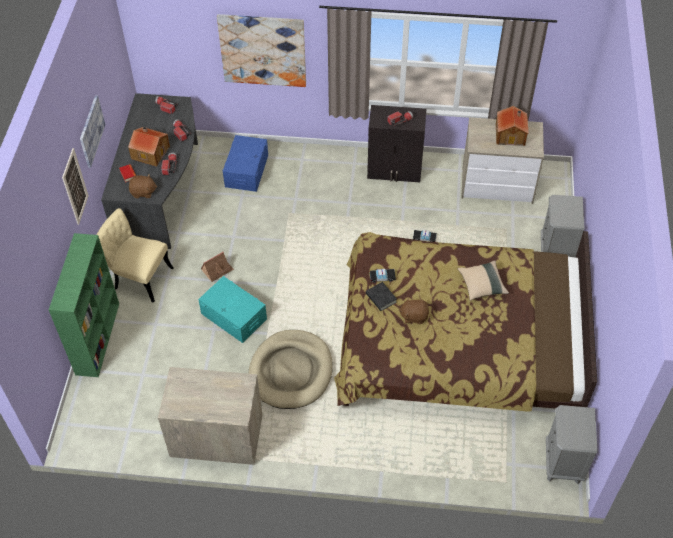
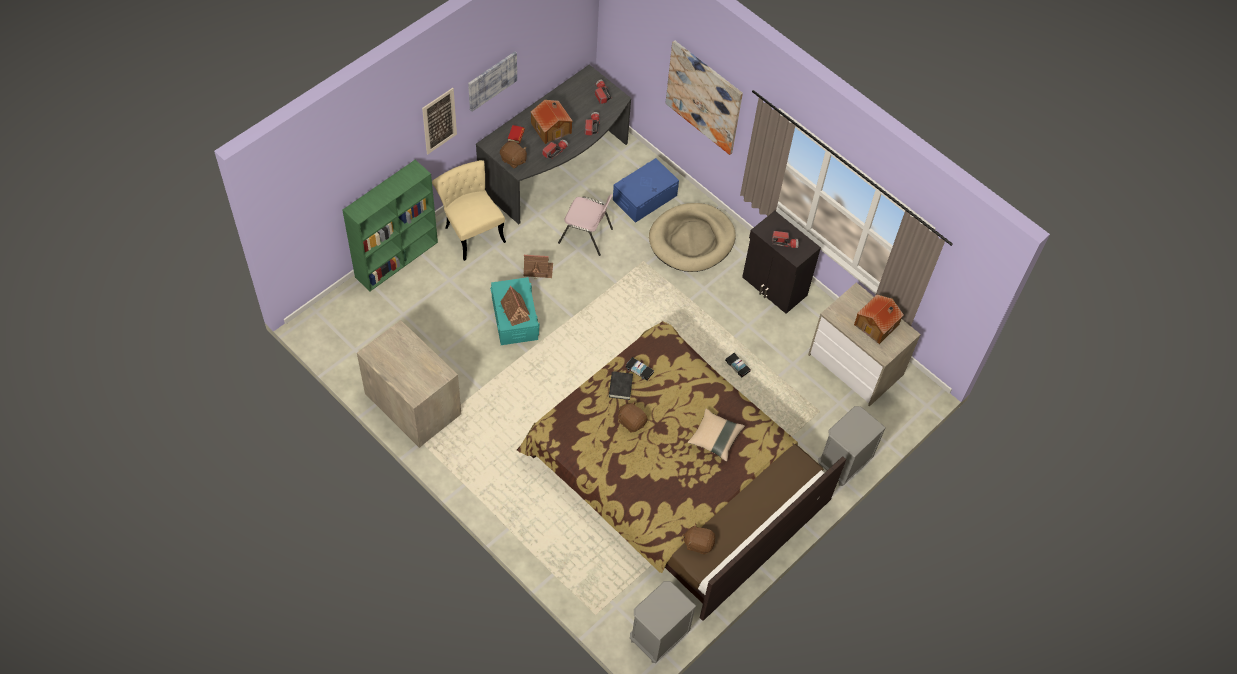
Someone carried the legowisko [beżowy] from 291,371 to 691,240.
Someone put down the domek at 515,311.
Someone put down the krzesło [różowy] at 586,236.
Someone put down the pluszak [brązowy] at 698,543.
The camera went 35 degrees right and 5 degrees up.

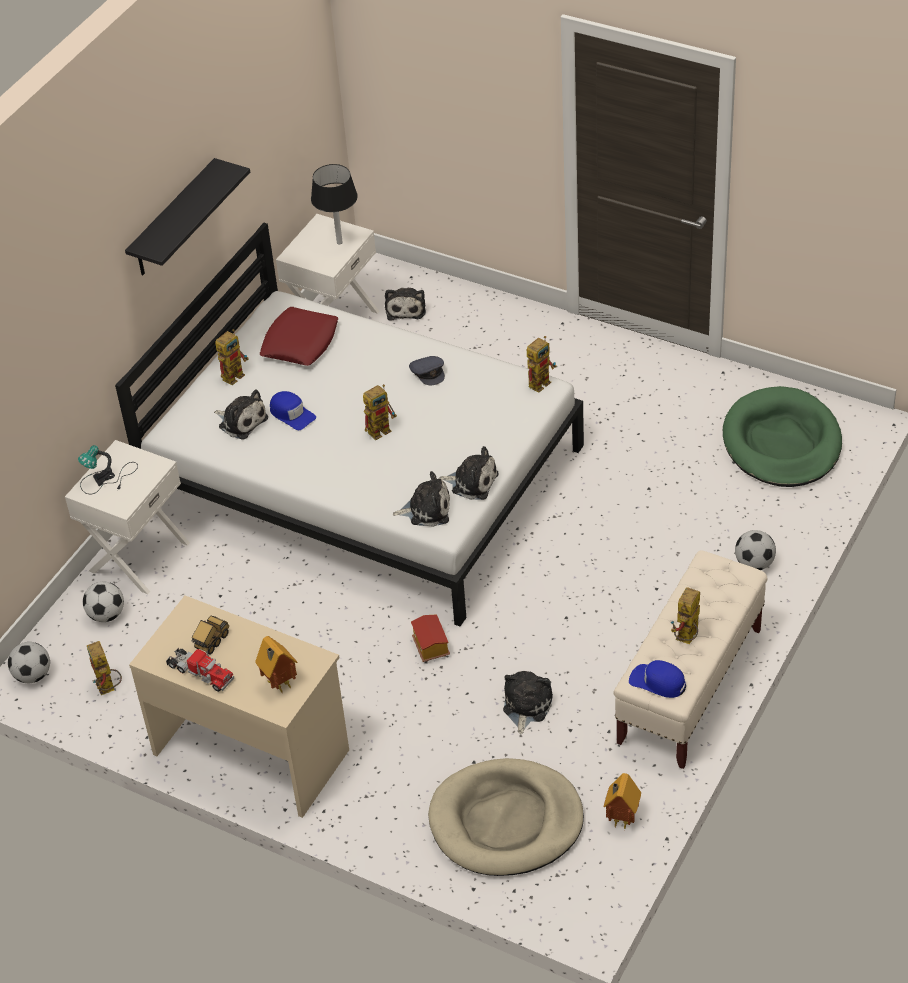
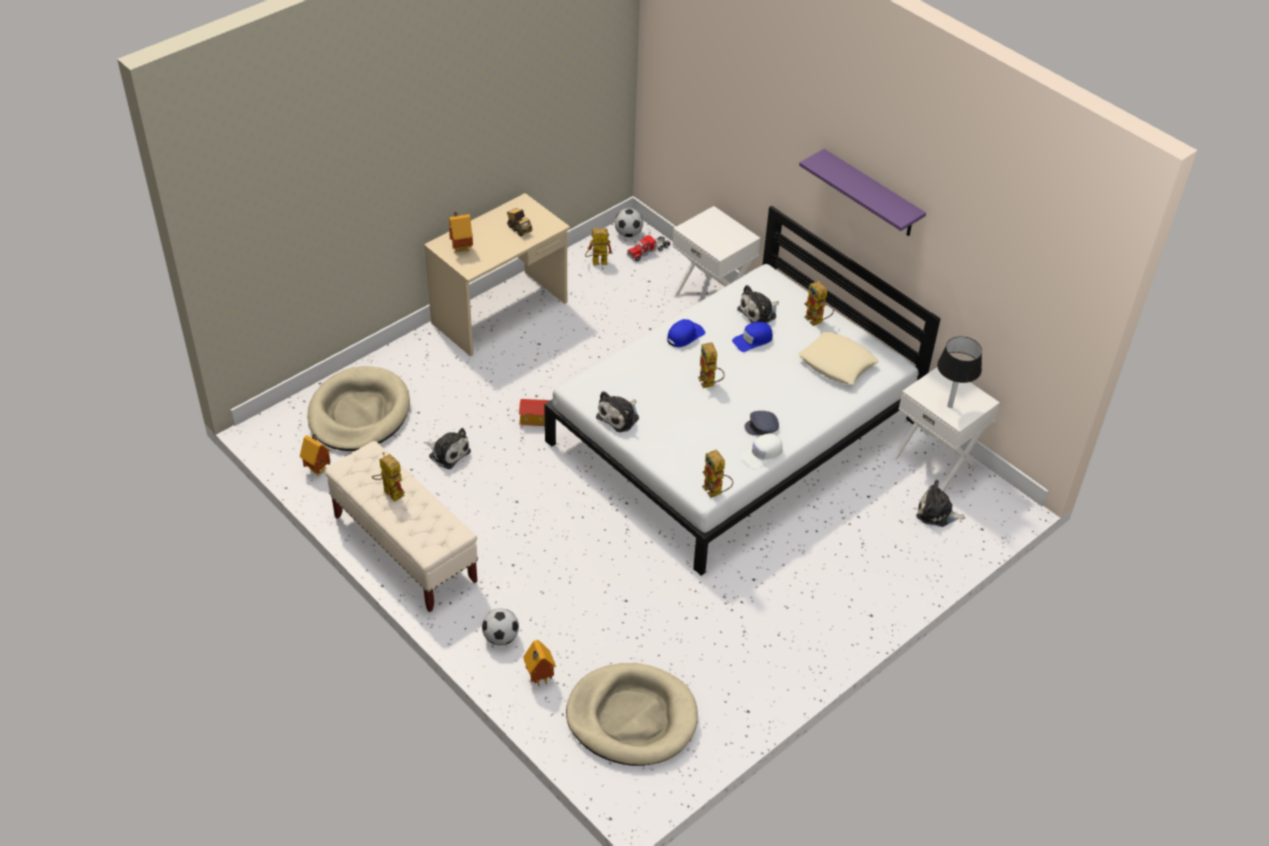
Someone took away the lampa stołowa at 108,479.
Someone took away the piłka futbolowa at 106,615.
Someone repainted the półka [czarny] at 173,220, which became the półka [fioletowy] at 871,194.
Someone carried the ciężarówka zabawkowa from 200,673 to 648,251.
Someone repainted the poduszka [czerwony] at 300,342, which became the poduszka [beżowy] at 837,363.
Someone took away the pluszak at 426,509.
Someone carried the czapka z daszkiem [niebieski] from 657,682 to 685,335.
Someone repainted the legowisko [zielony] at 781,442, which became the legowisko [beżowy] at 632,717.
Someone put down the domek at 538,679.
Someone put down the czapka z daszkiem [biały] at 762,454.
The camera went 105 degrees right and 0 degrees up.

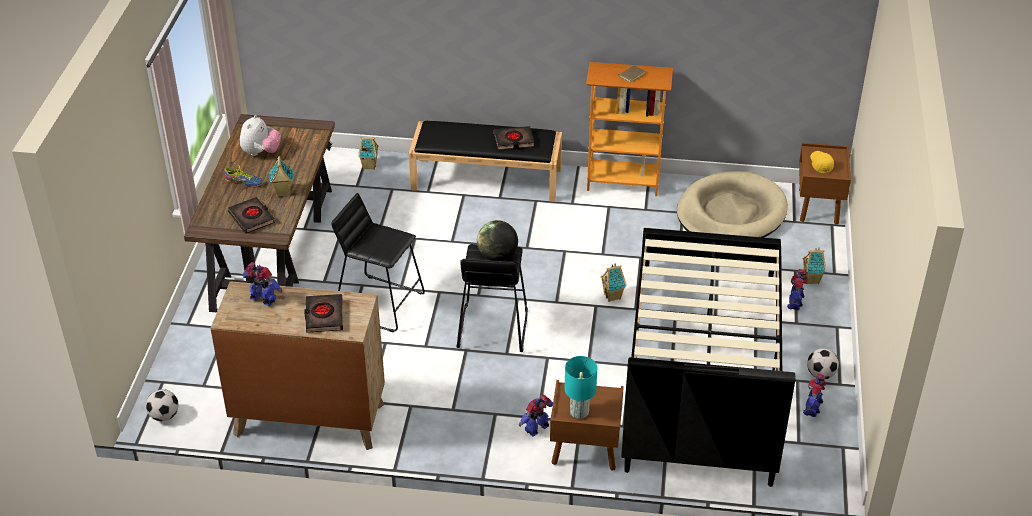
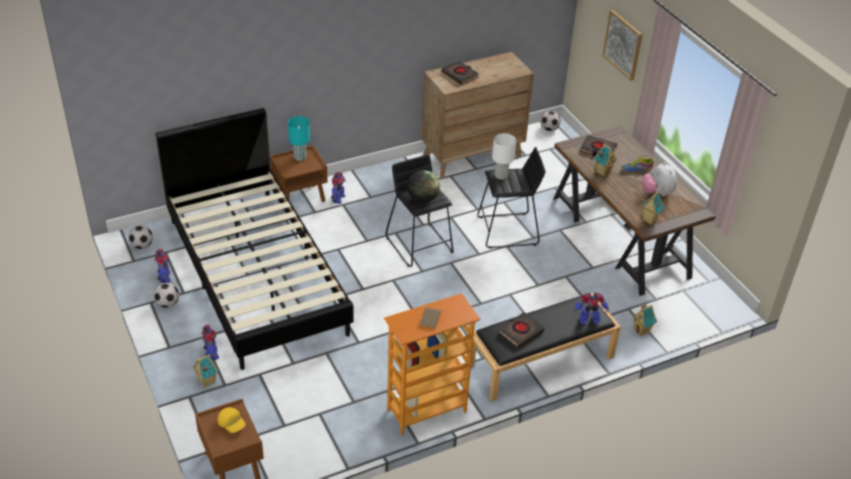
Someone carried the robot zabawkowy from 263,300 to 588,320.
Someone carried the domek from 613,296 to 649,220.
Someone took away the legowisko [beżowy] at 731,213.
Someone put down the piłka futbolowa at 142,245.
Someone put down the lampa stołowa [biały] at 501,175.
Someone put up the obraz at 623,44.
The camera went 145 degrees right and 0 degrees up.

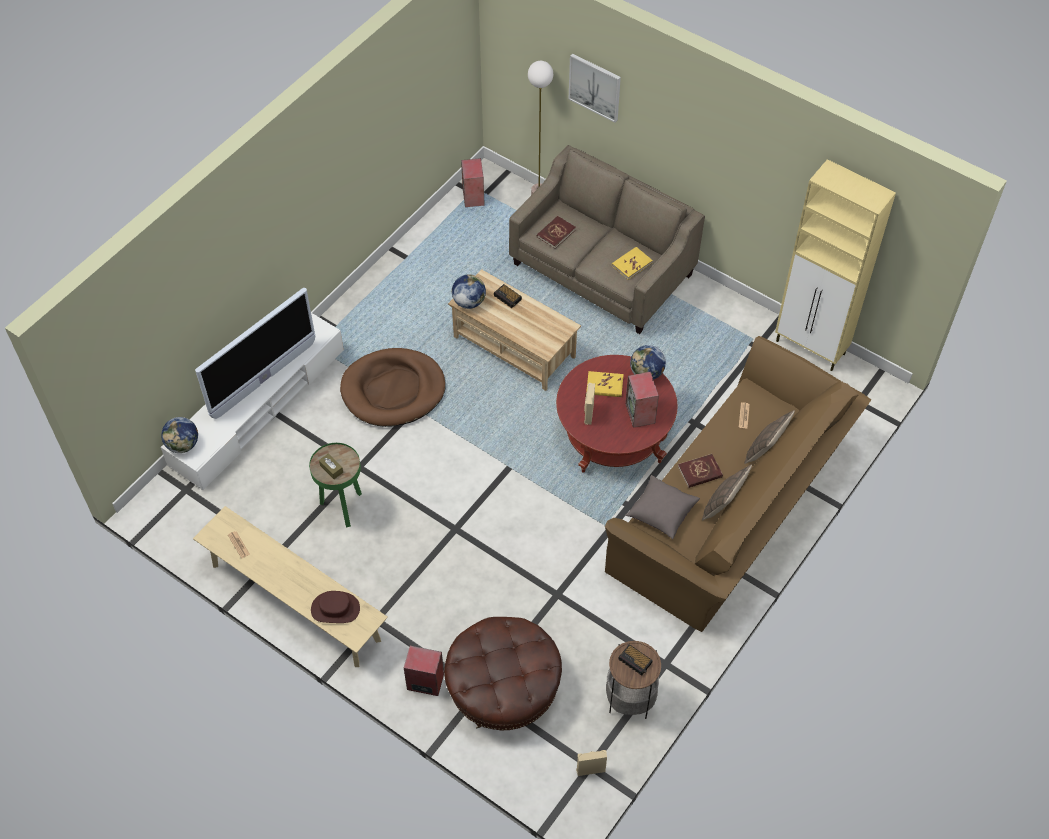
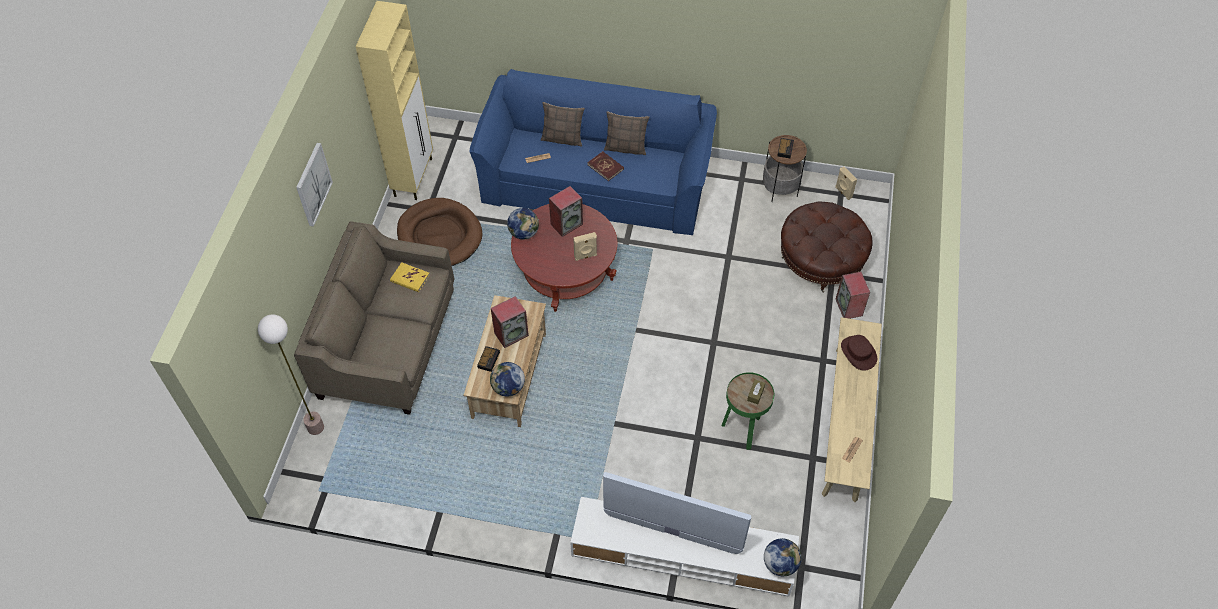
Someone carried the legowisko [brązowy] from 393,390 to 439,236.
Someone carried the głośnik from 474,197 to 511,333.
Someone took away the książka [czerwony] at 556,233.
Someone carried the obraz from 595,87 to 313,184.
Someone took away the książka [żółty] at 604,385.
Someone repainted the kanapa [brązowy] at 733,512, which became the kanapa [niebieski] at 596,179.
Someone took away the poduszka [szary] at 661,512.
The camera went 115 degrees left and 0 degrees up.

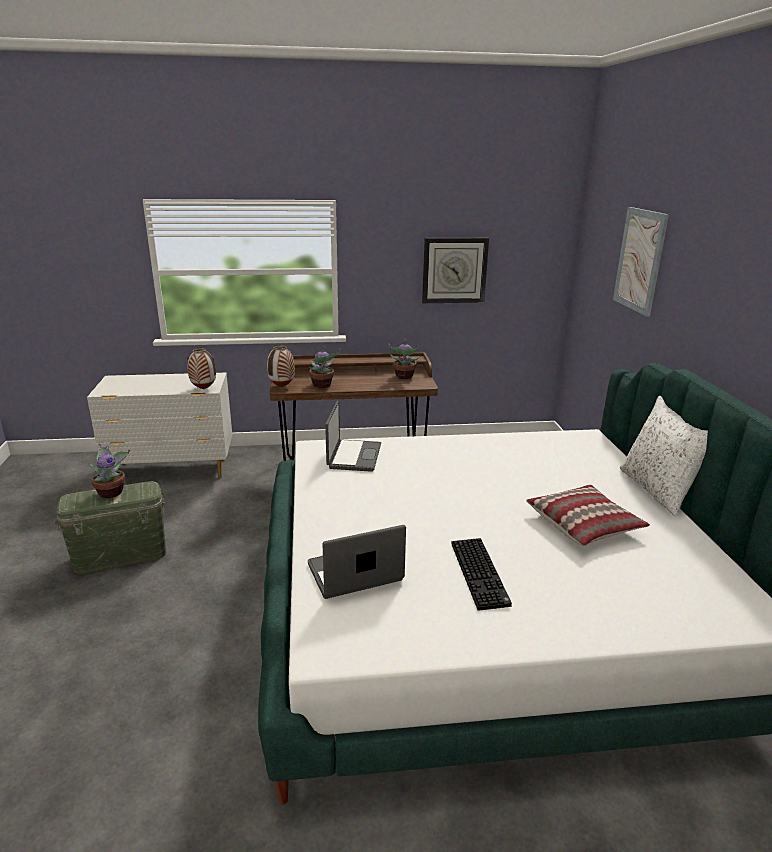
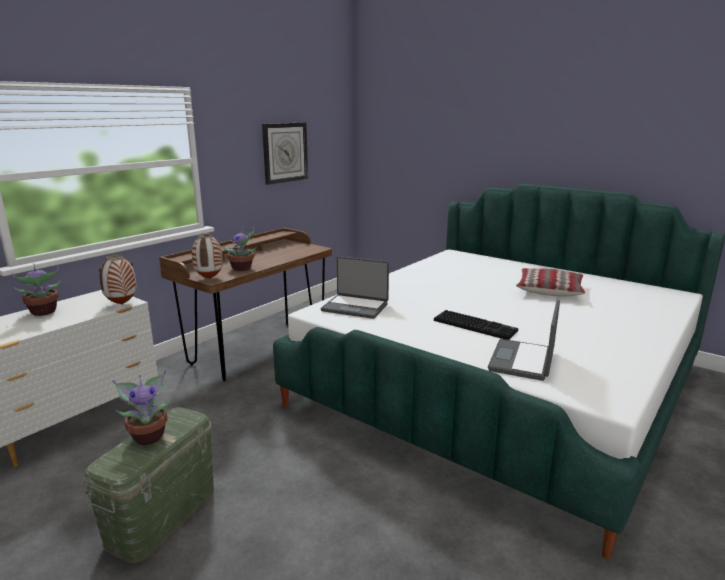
Someone rotated the laptop at 353,456 by 150 degrees clockwise.
Someone carried the roślina doniczkowa from 404,376 to 43,312.
Someone carried the klawiatura from 481,574 to 476,326.
Someone took away the obraz at 640,260.
Someone took away the poduszka [biały] at 657,490.
The camera went 45 degrees left and 5 degrees down.

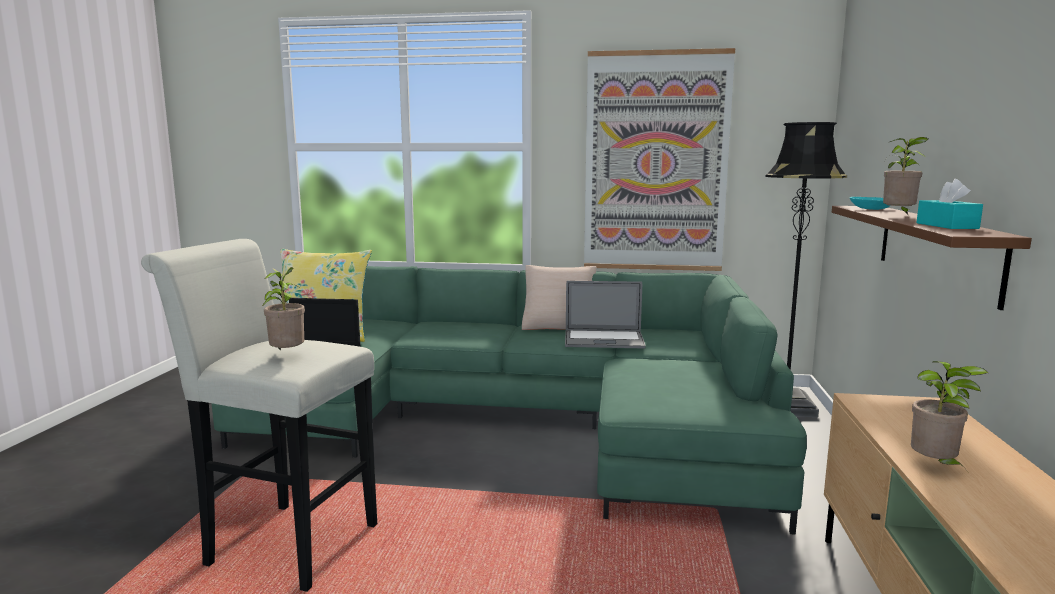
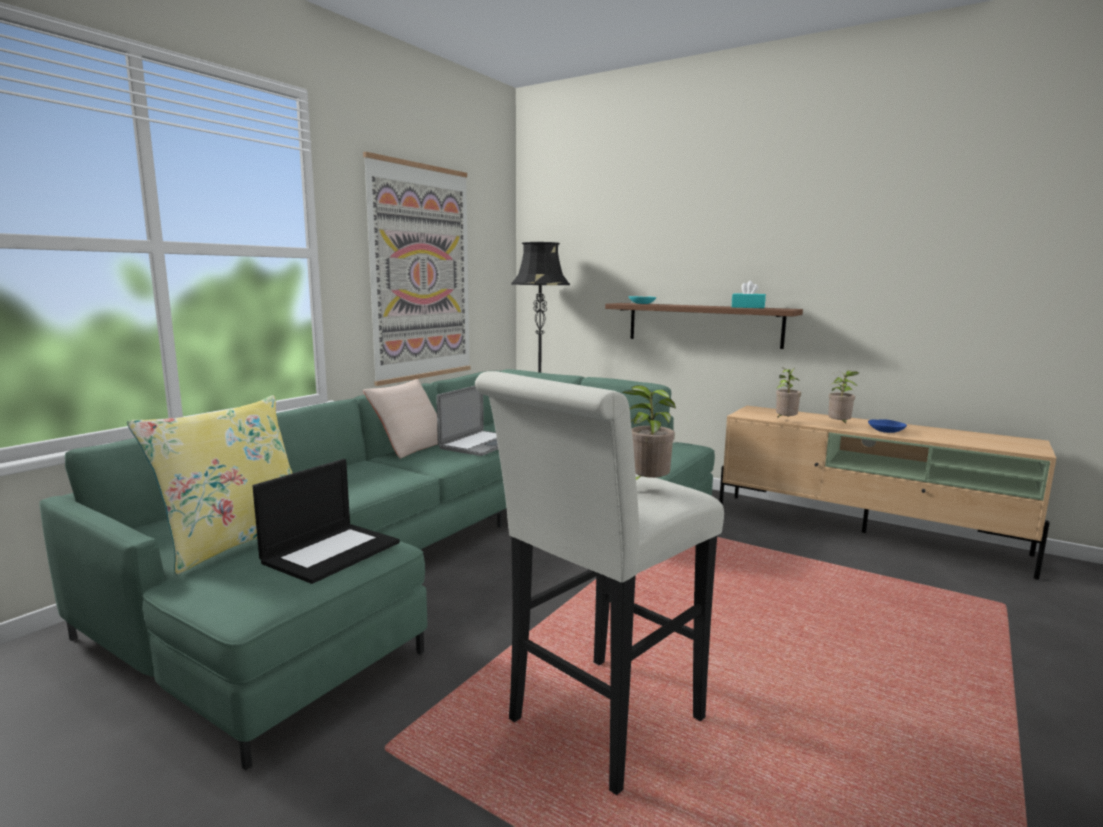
Someone carried the roślina doniczkowa from 899,216 to 785,421.
Someone put down the miska [niebieski] at 886,431.
The camera went 65 degrees left and 0 degrees up.

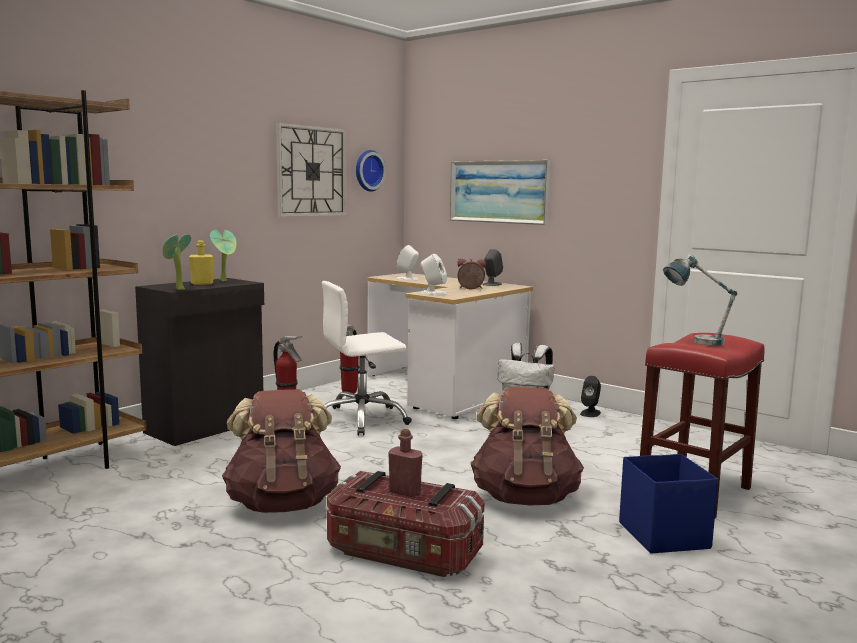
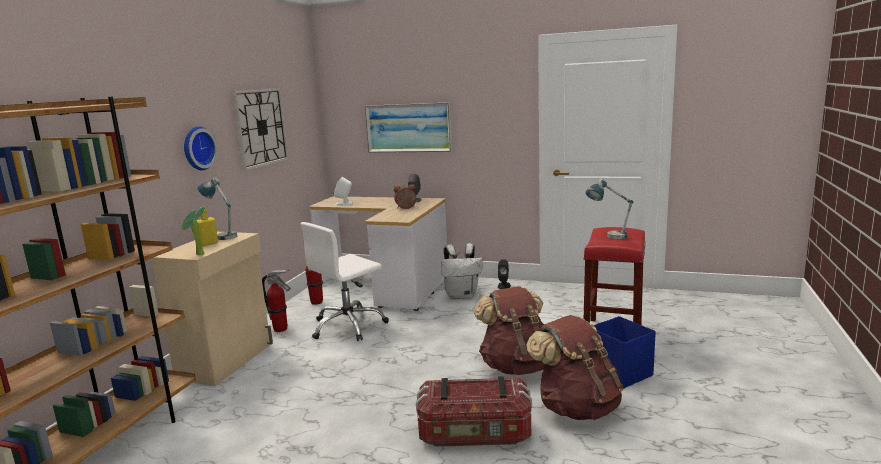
Someone repainted the szafka [czarny] at 207,427, which became the szafka [beżowy] at 227,361.
Someone swapped the roślina doniczkowa at 225,281 for the lampa stołowa at 222,236.
Someone carried the plecak [brązowy] from 283,504 to 576,407.
Someone carried the zegar ścienny from 367,170 to 197,148.
Someone took away the butelka [czerwony] at 405,492.
Someone took away the głośnik [biały] at 433,293.
The camera went 20 degrees left and 5 degrees up.

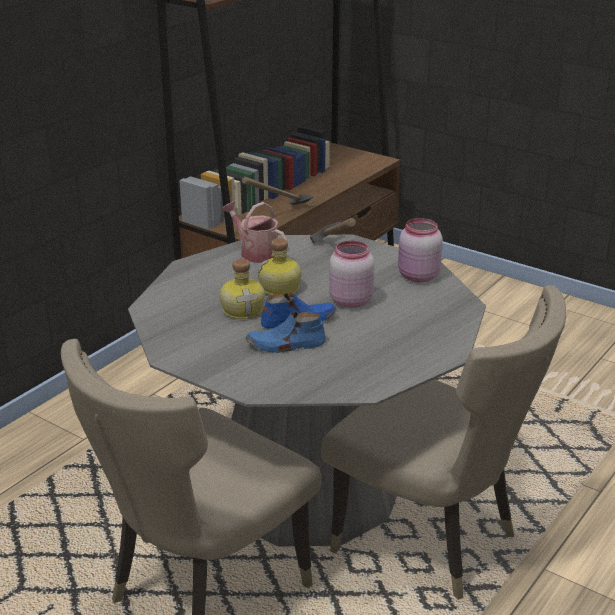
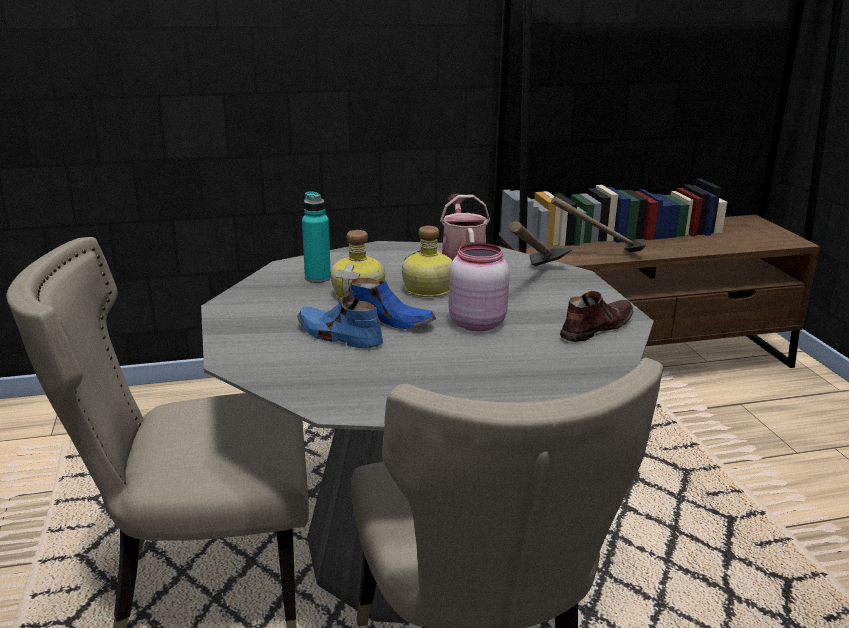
Someone swapped the słoik [różowy] at 417,276 for the but [brązowy] at 595,328.
Someone put down the butelka [turkusowy] at 317,278.
The camera went 40 degrees right and 5 degrees down.

